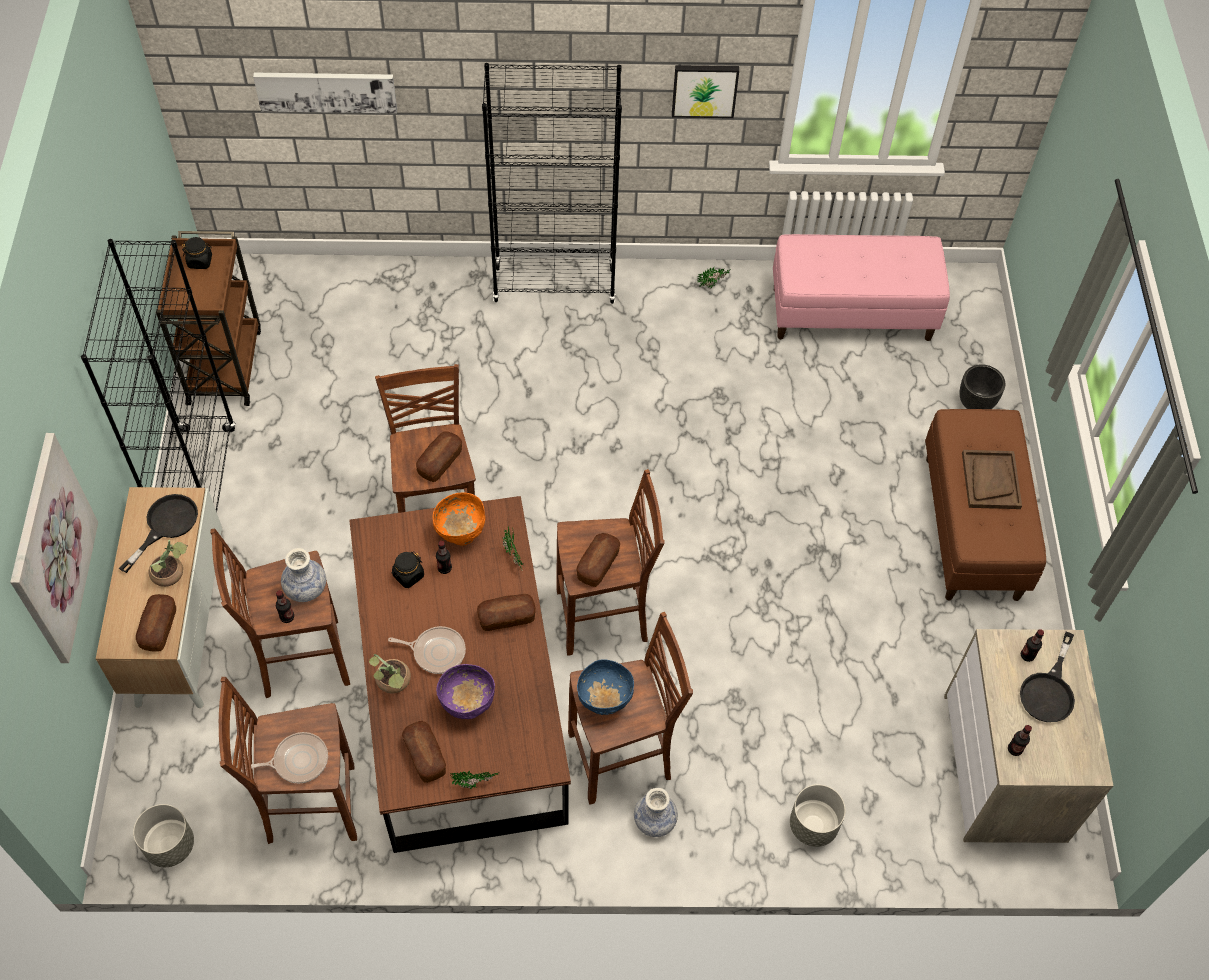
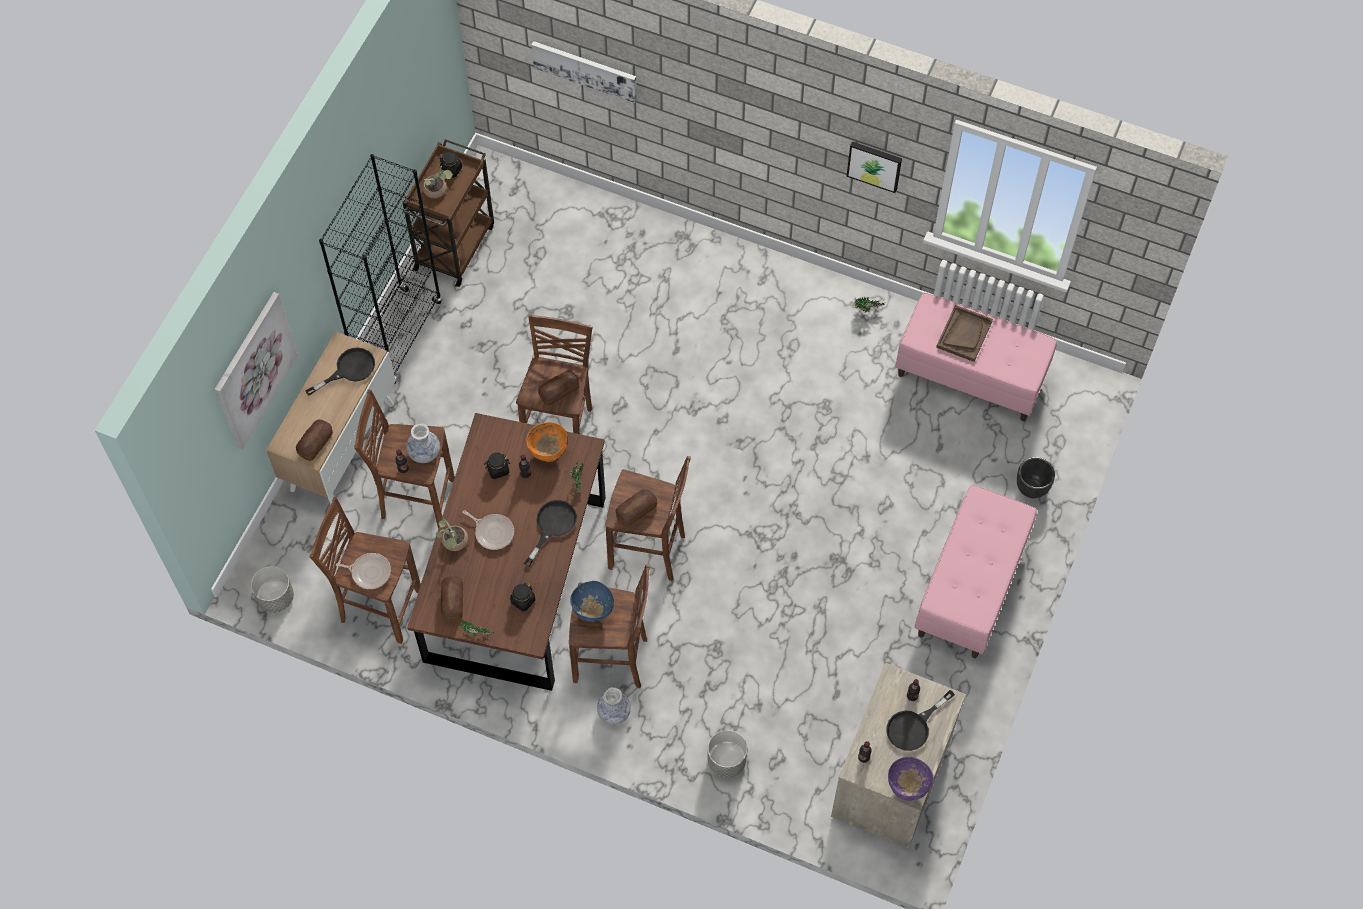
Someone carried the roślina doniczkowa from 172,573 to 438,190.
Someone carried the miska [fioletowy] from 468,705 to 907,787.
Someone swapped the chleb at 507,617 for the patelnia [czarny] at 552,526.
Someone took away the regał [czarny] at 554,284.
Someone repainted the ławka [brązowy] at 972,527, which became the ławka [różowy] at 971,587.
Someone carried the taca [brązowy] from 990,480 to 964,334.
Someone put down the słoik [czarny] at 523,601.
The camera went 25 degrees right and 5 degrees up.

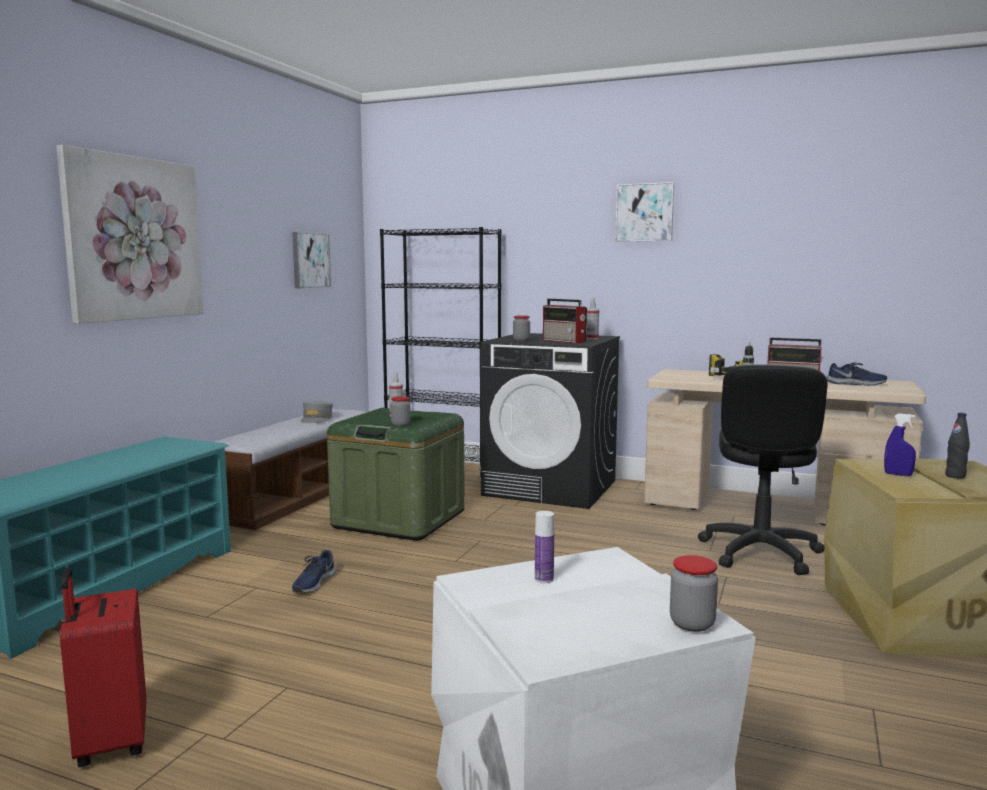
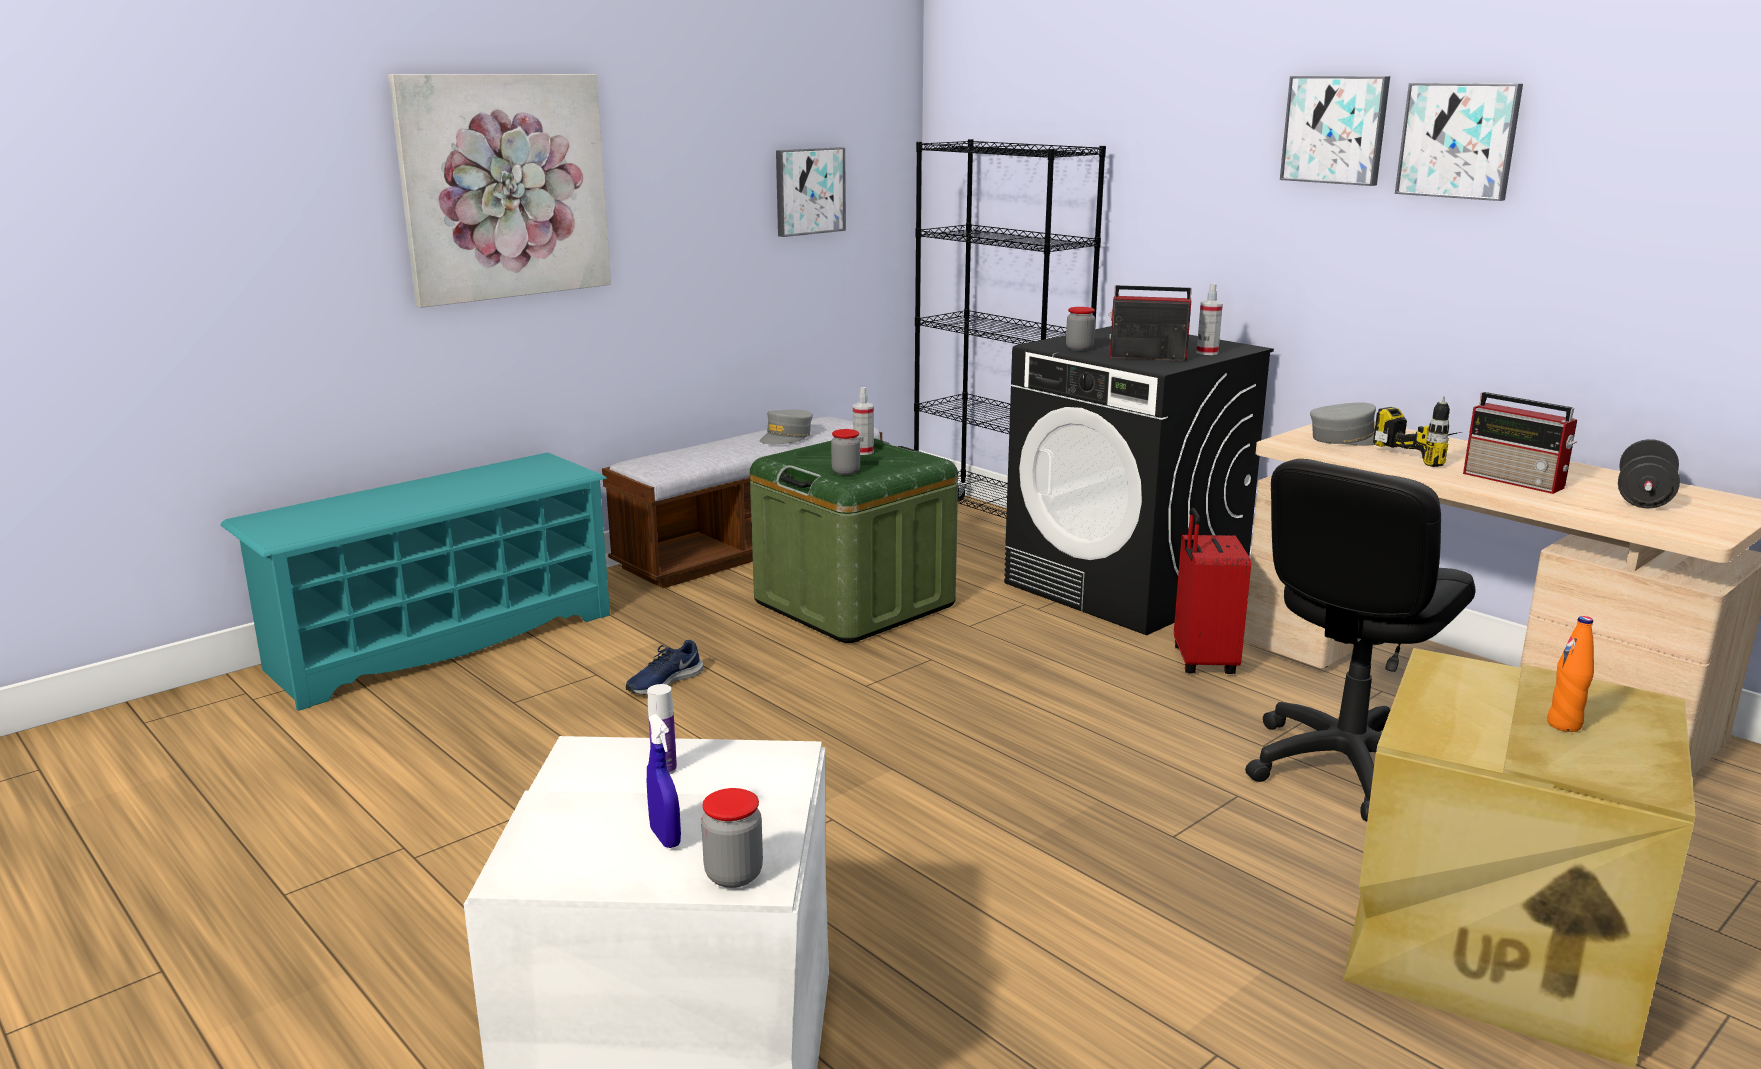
Someone carried the walizka [czerwony] from 109,742 to 1202,662.
Someone rotated the radio at 565,341 by 120 degrees clockwise.
Someone swapped the but [niebieski] at 856,384 for the hantel [czarny] at 1643,498.
Someone carried the spryskiwacz [niebieski] from 898,474 to 665,837.
Someone repainted the butelka [czarny] at 955,476, which became the butelka [pomarańczowy] at 1564,725.
Someone put down the czapka z daszkiem [szary] at 1347,439.
Someone put up the obraz at 1458,140.
The camera went 25 degrees right and 10 degrees up.

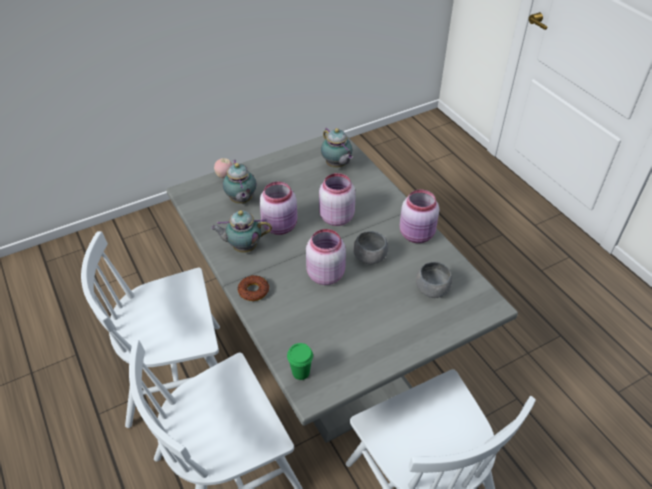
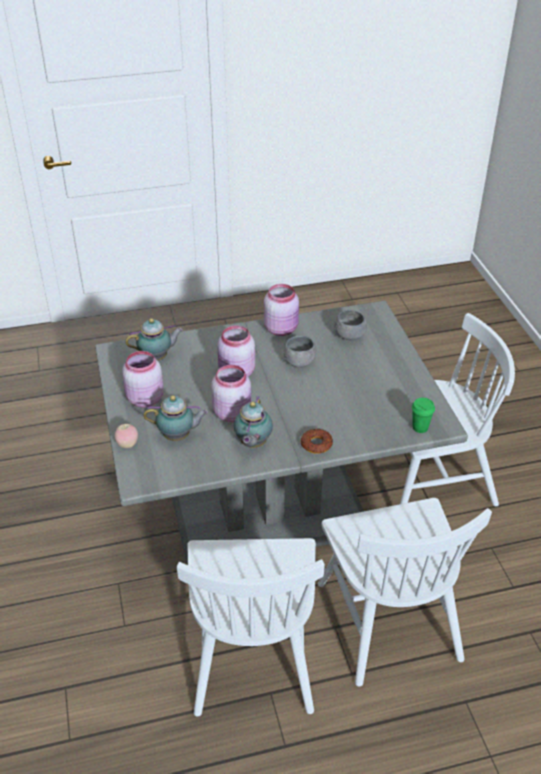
Someone carried the słoik [różowy] from 325,274 to 144,398.
The camera went 75 degrees left and 5 degrees down.

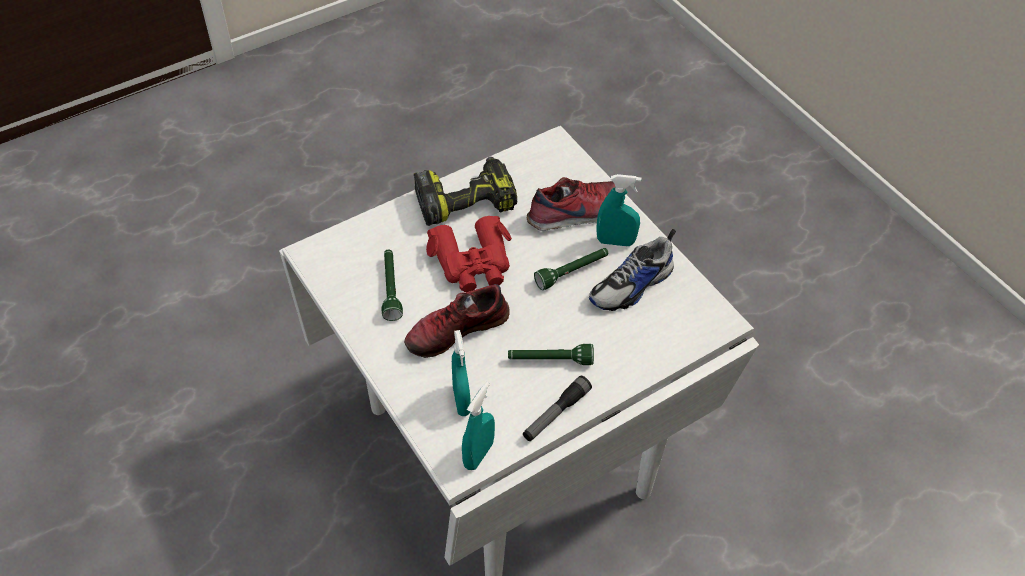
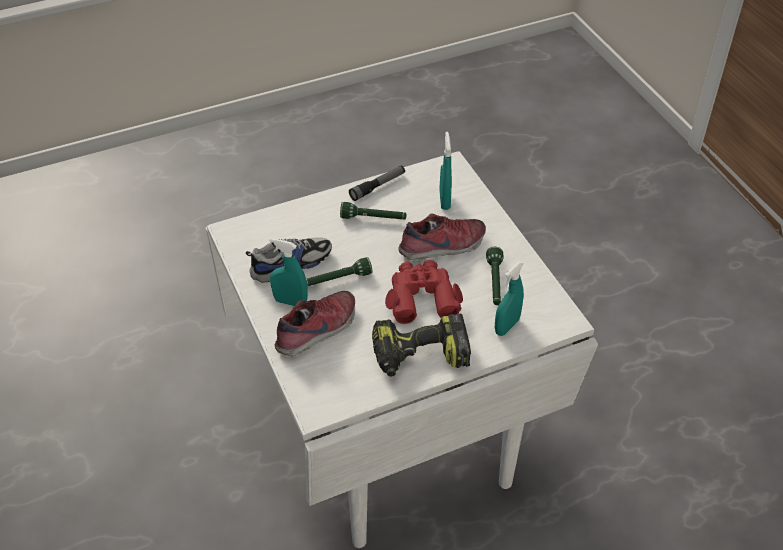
Someone carried the spryskiwacz [turkusowy] from 478,454 to 507,326.
Someone rotated the but at 576,214 by 150 degrees clockwise.
The camera went 170 degrees left and 5 degrees down.

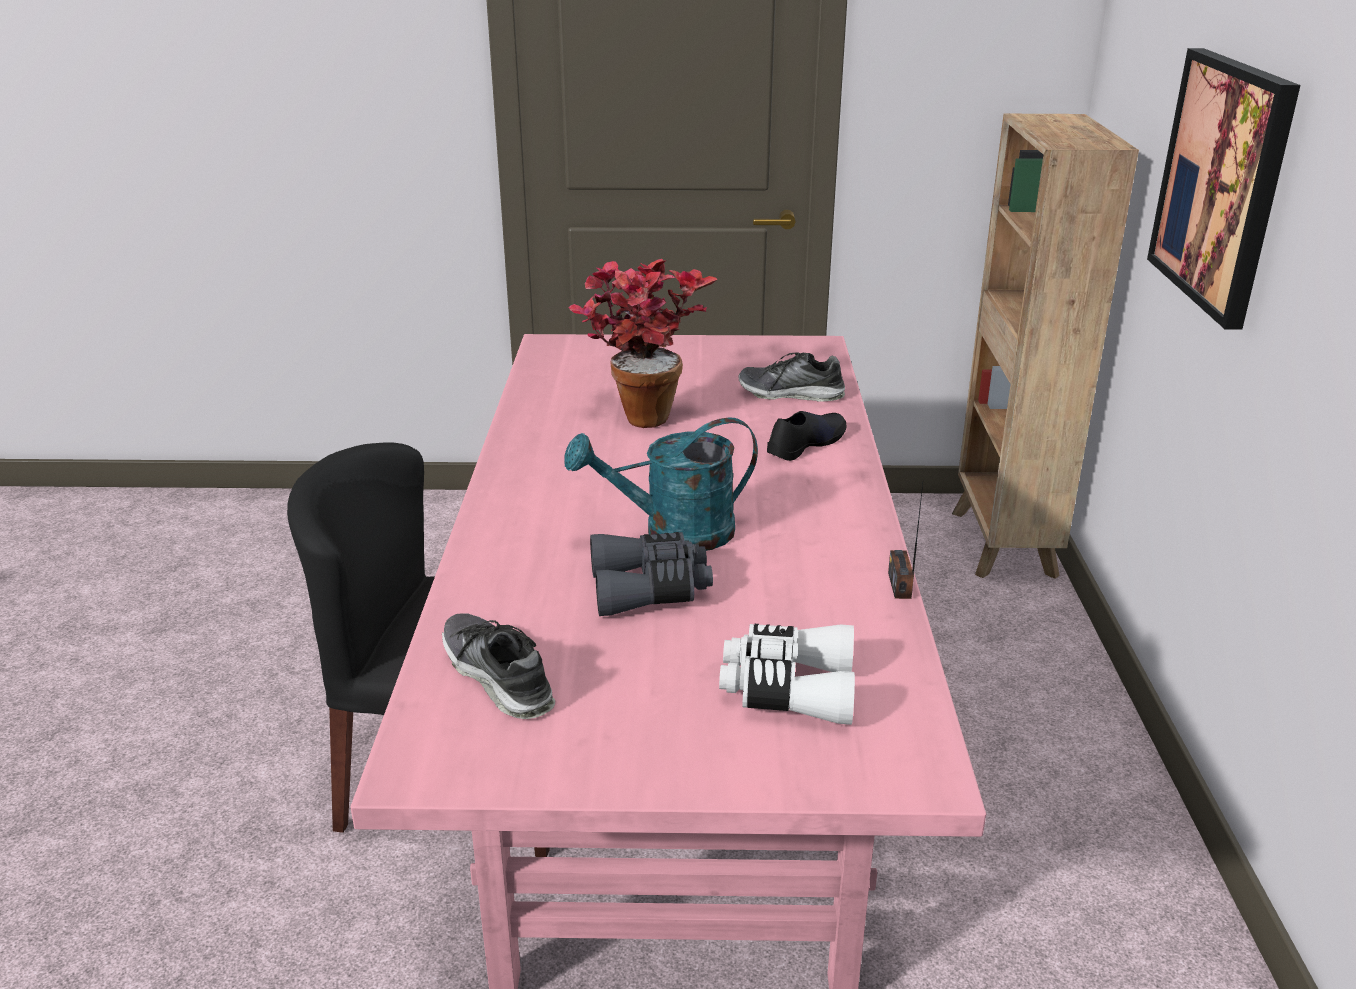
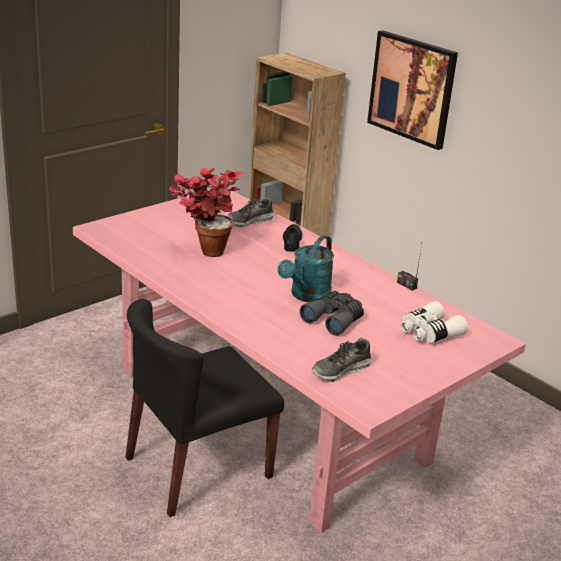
Someone rotated the but at 497,678 by 45 degrees counterclockwise.
The camera went 45 degrees left and 0 degrees up.

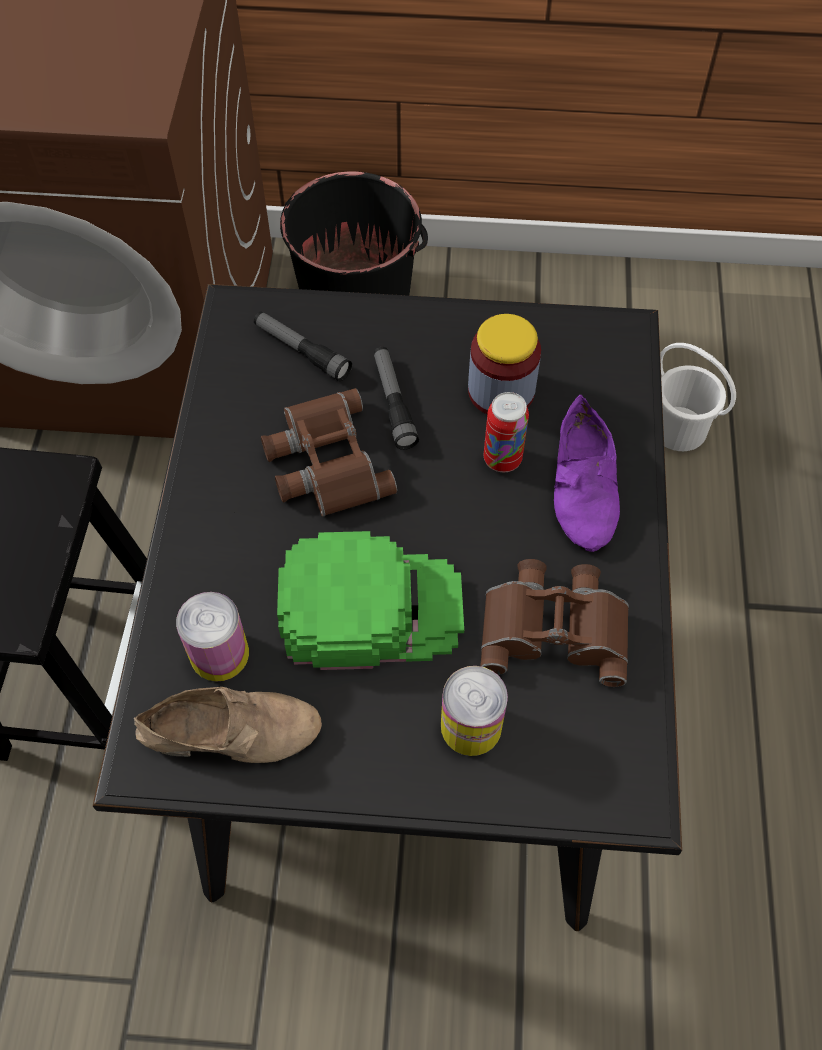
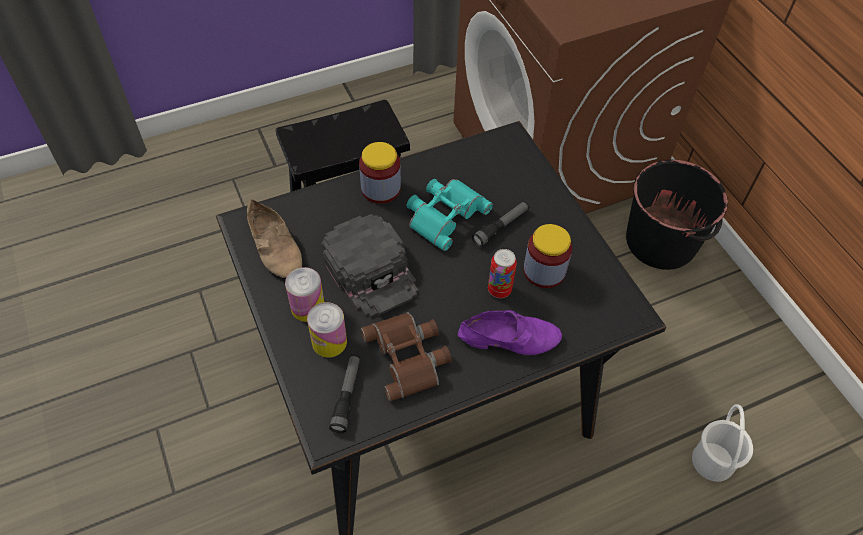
Someone carried the puszka from 219,654 to 307,307.
Someone carried the latarka from 301,351 to 347,395.
Someone repainted the lornetka [brązowy] at 324,461, which became the lornetka [turkusowy] at 444,214.
Someone repainted the czapka z daszkiem [zielony] at 370,608, which became the czapka z daszkiem [czarny] at 371,271.
Someone rotated the but [fioletowy] at 586,485 by 150 degrees counterclockwise.
Someone put down the słoik at 380,189.
The camera went 60 degrees right and 5 degrees down.

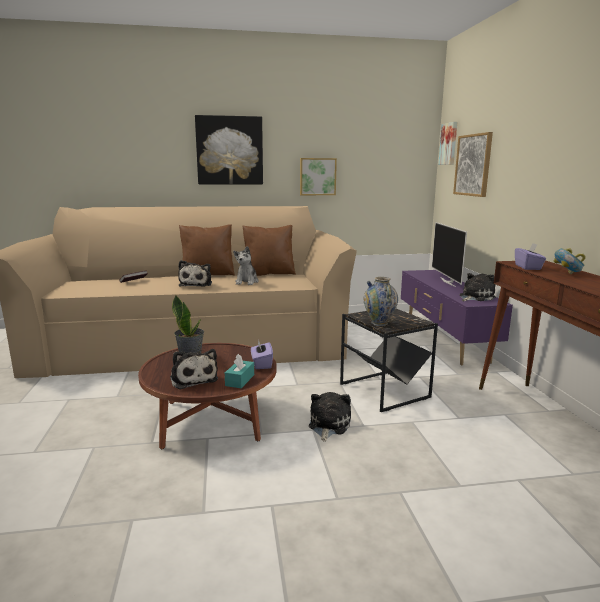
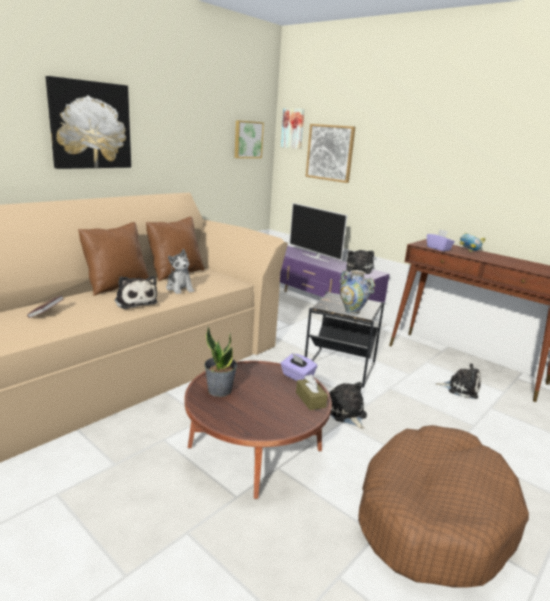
Someone carried the pluszak from 193,379 to 460,388.
Someone repainted the pudełko chusteczek [turkusowy] at 240,380, which became the pudełko chusteczek [brązowy] at 310,400.
Someone carried the obraz from 317,176 to 247,139.
Someone put down the legowisko [brązowy] at 432,516.
The camera went 40 degrees left and 5 degrees up.

